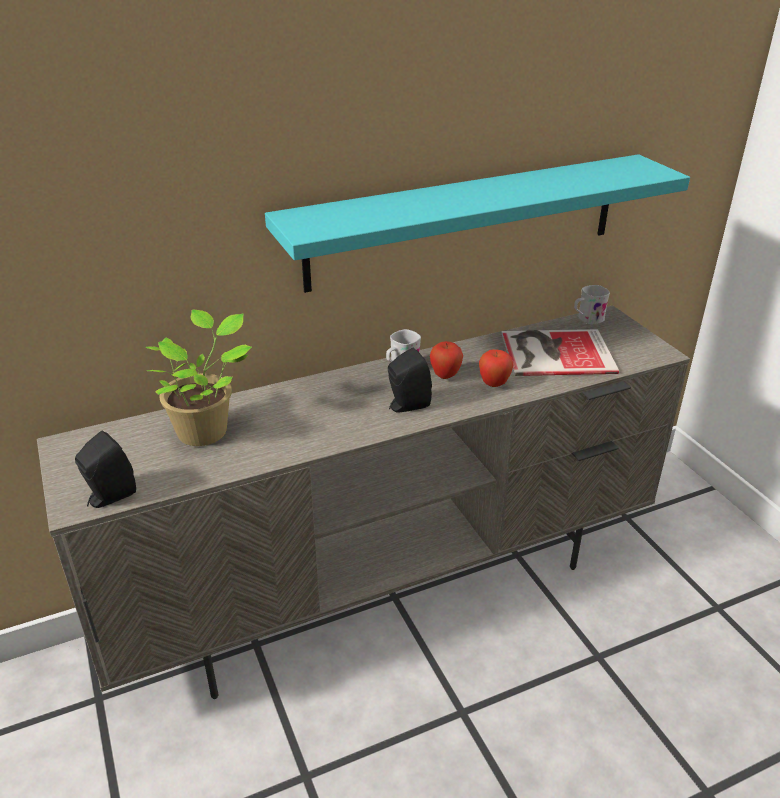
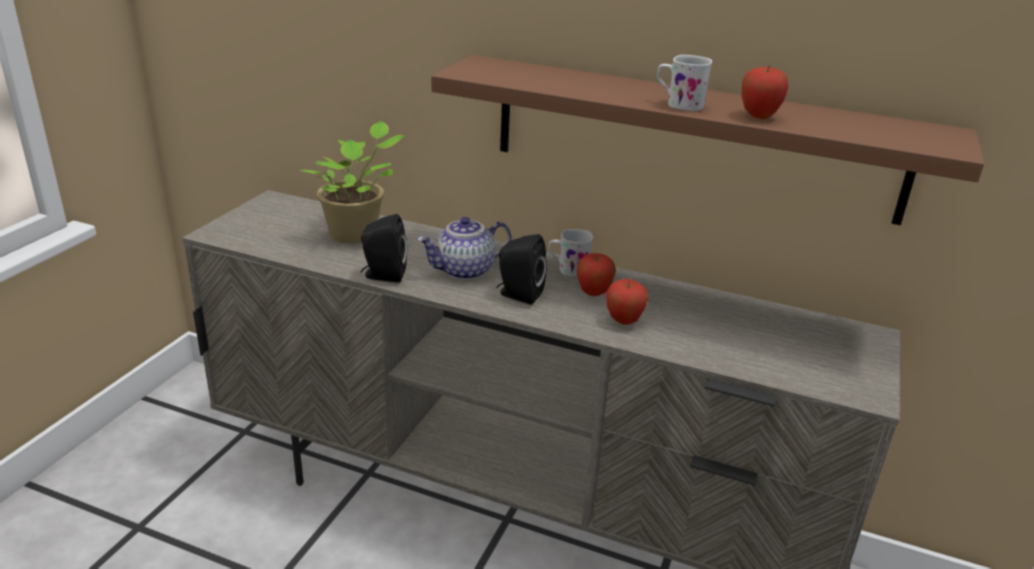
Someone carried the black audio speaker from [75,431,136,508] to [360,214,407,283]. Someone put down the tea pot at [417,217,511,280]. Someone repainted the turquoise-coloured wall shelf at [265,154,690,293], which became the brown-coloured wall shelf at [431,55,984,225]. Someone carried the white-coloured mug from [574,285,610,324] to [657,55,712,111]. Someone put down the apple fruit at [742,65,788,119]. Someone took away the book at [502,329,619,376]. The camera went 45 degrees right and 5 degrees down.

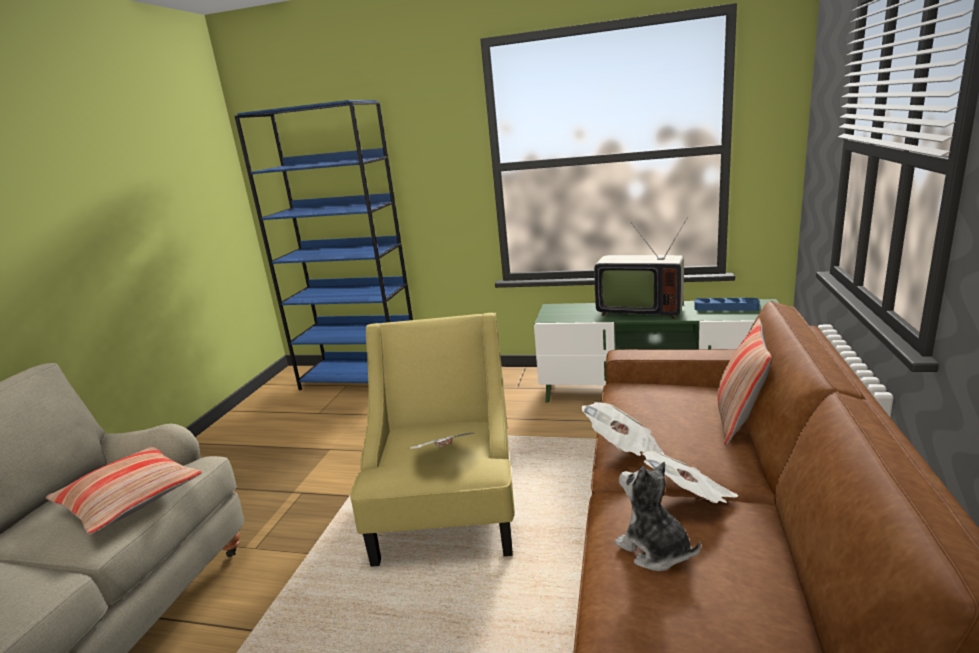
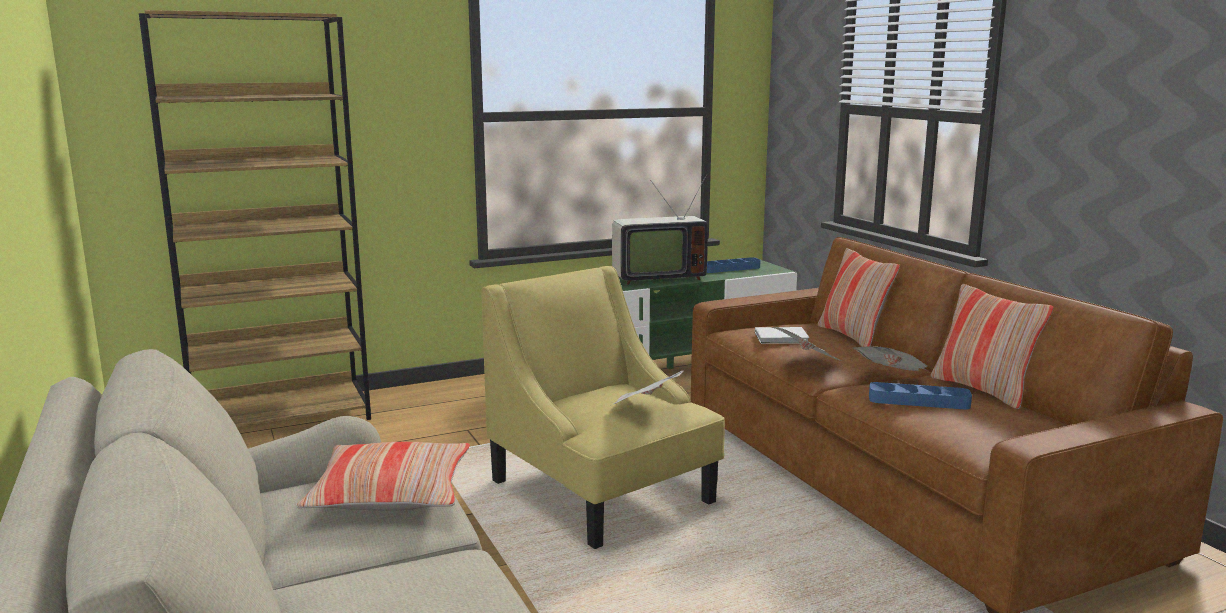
Someone repainted the blue-coloured bookcase at [235,100,413,390], which became the brown-coloured bookcase at [139,10,371,427]. Someone put down the white-coloured book at [755,327,810,344]. Someone swapped the plush toy at [614,462,701,571] for the blue-coloured carrying tray at [869,382,972,410]. Someone put down the cushion at [931,284,1053,409]. The camera went 40 degrees left and 5 degrees down.

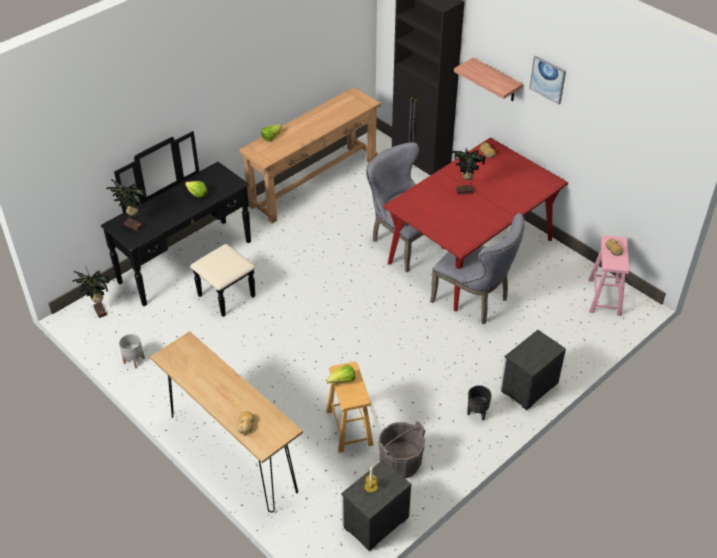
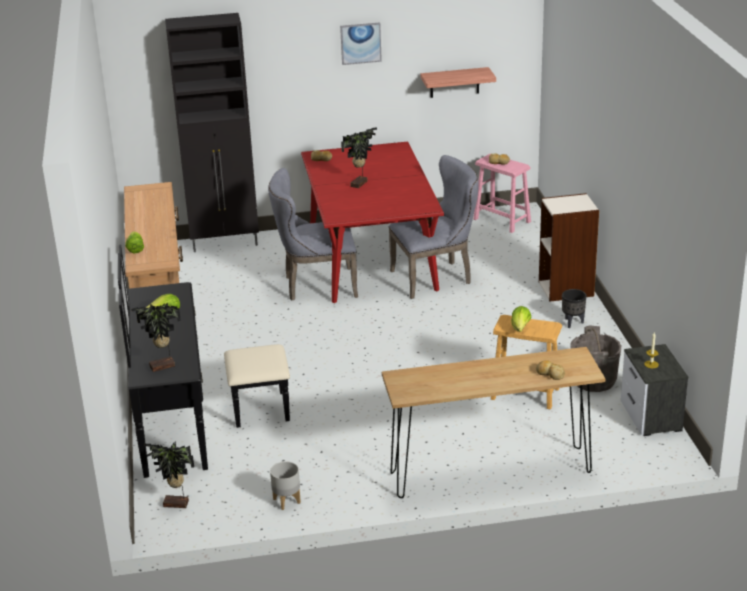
Someone carried the wall shelf from [454,58,523,101] to [421,67,496,98]. Someone swapped the bedside table at [500,330,566,410] for the bookcase at [539,193,599,302]. The camera went 55 degrees left and 15 degrees down.

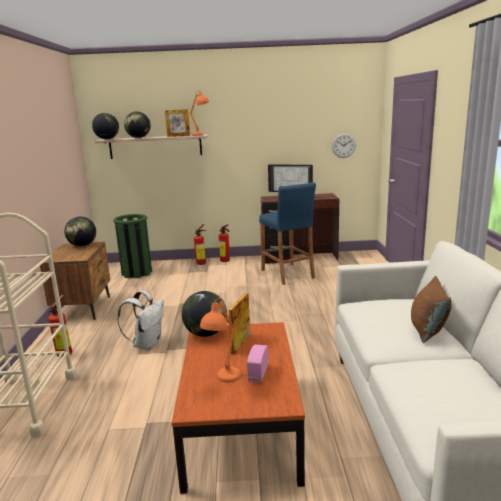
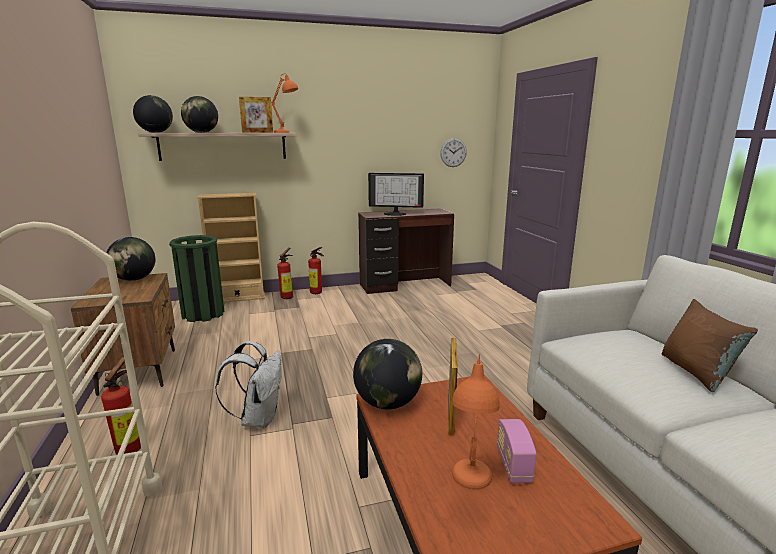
Someone put down the beige bookcase at [197,193,265,303]. Someone took away the blue-coloured stool seat at [259,182,316,285]. The camera went 15 degrees left and 0 degrees up.

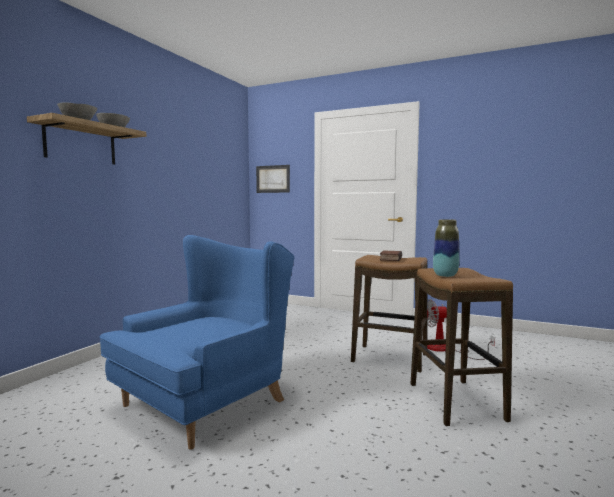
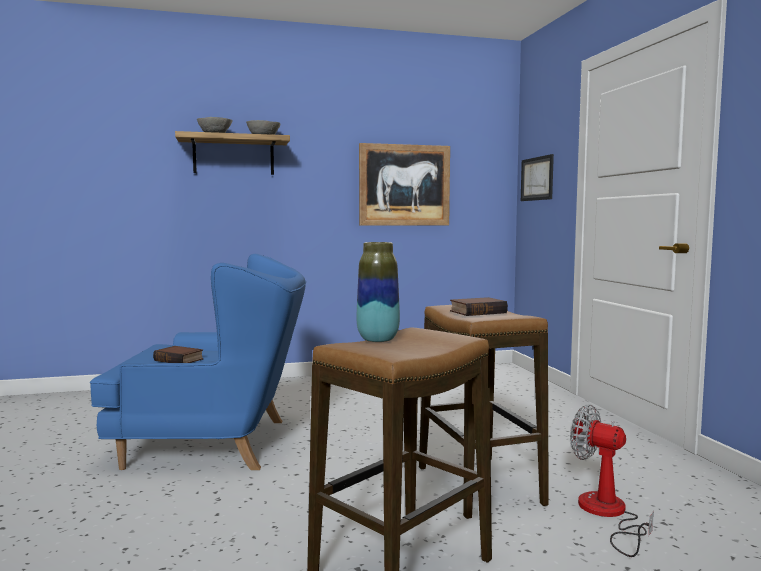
Someone put down the book at [153,346,203,363]. Someone put up the picture at [359,143,450,226]. The camera went 50 degrees right and 0 degrees up.

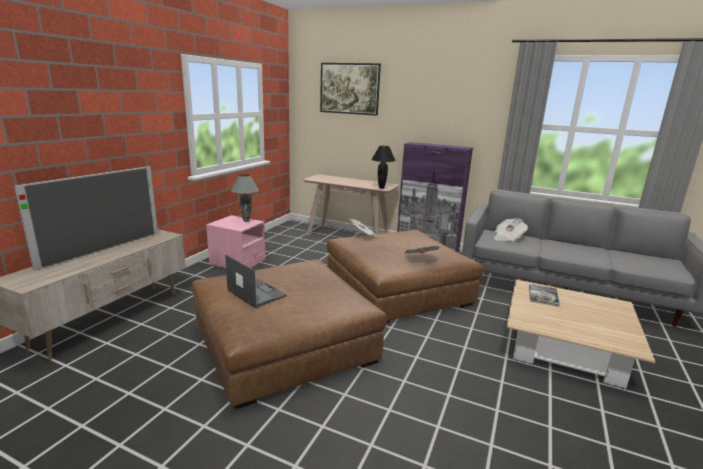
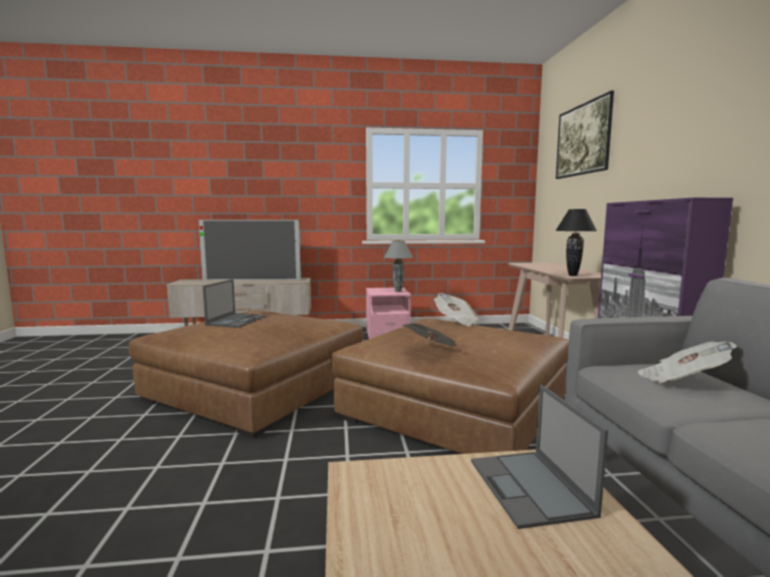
Someone swapped the book at [529,284,560,307] for the notebook computer at [471,385,608,529]. The camera went 60 degrees right and 10 degrees down.

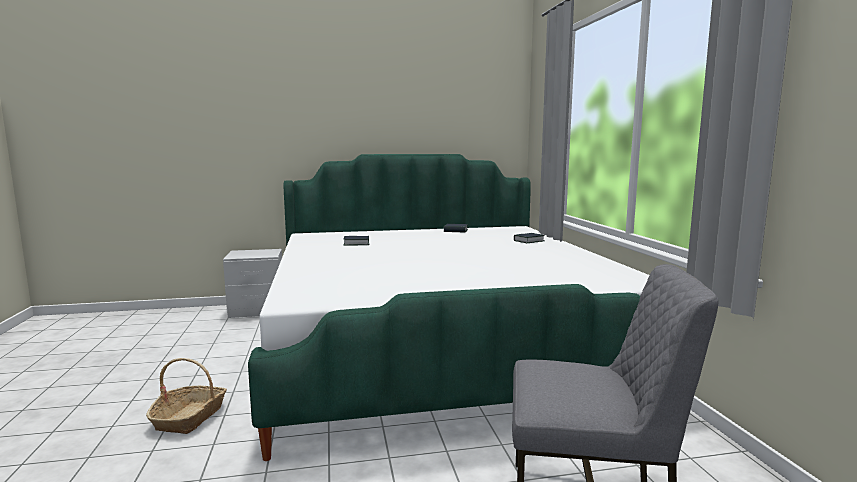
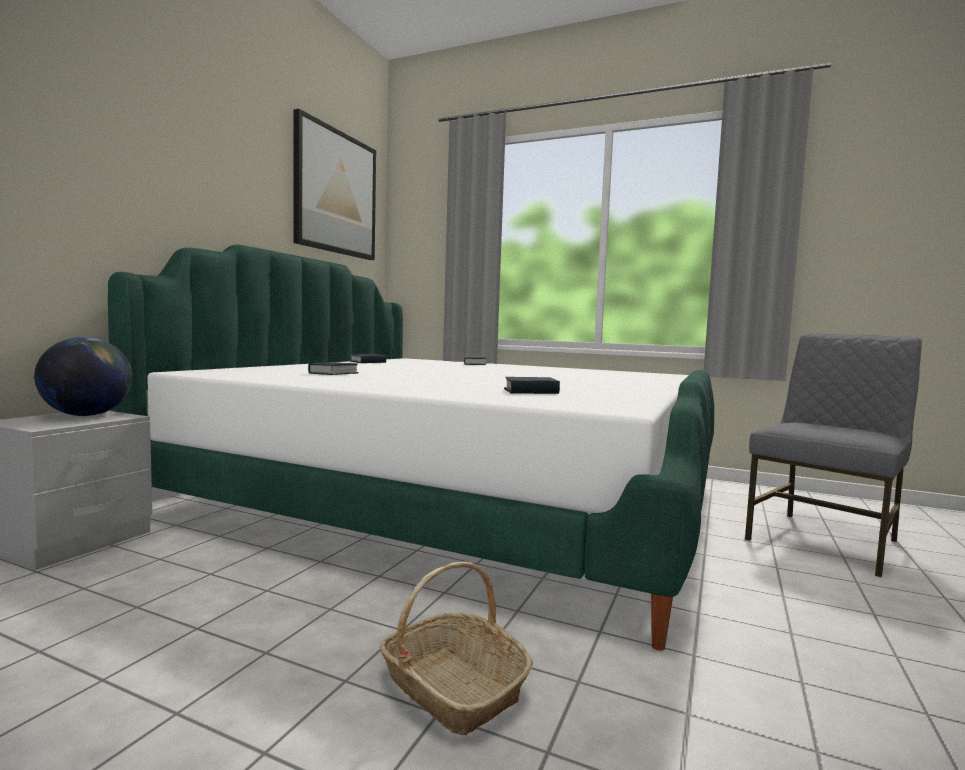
Someone put down the desk globe at [34,337,133,416]. Someone put up the picture at [294,109,376,260]. Someone put down the book at [504,377,560,394]. The camera went 55 degrees left and 5 degrees down.

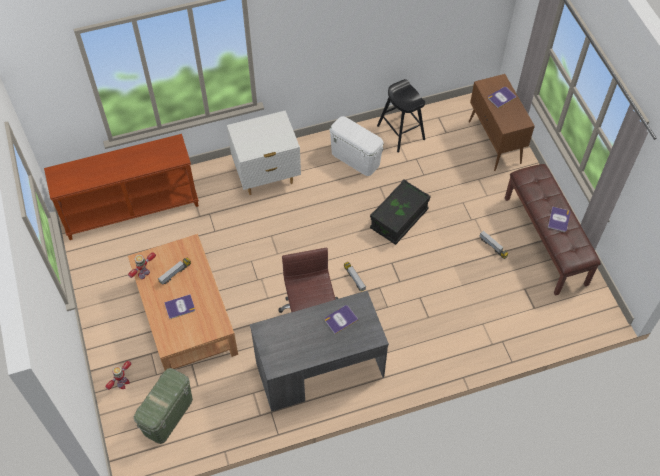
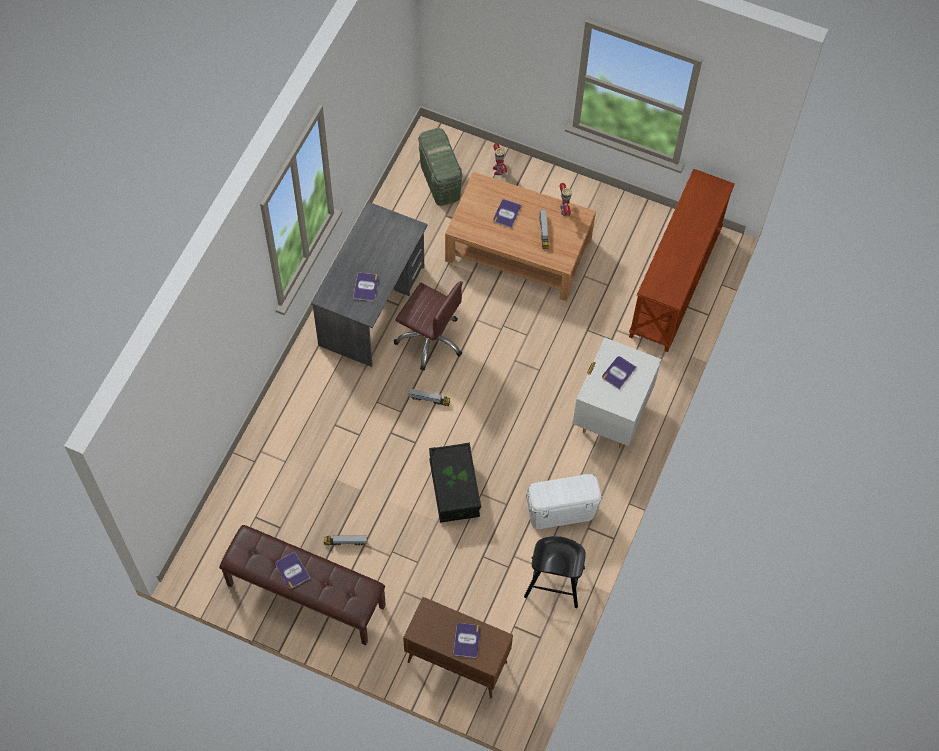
Someone put down the book at [602,356,637,389]. The camera went 130 degrees right and 5 degrees up.

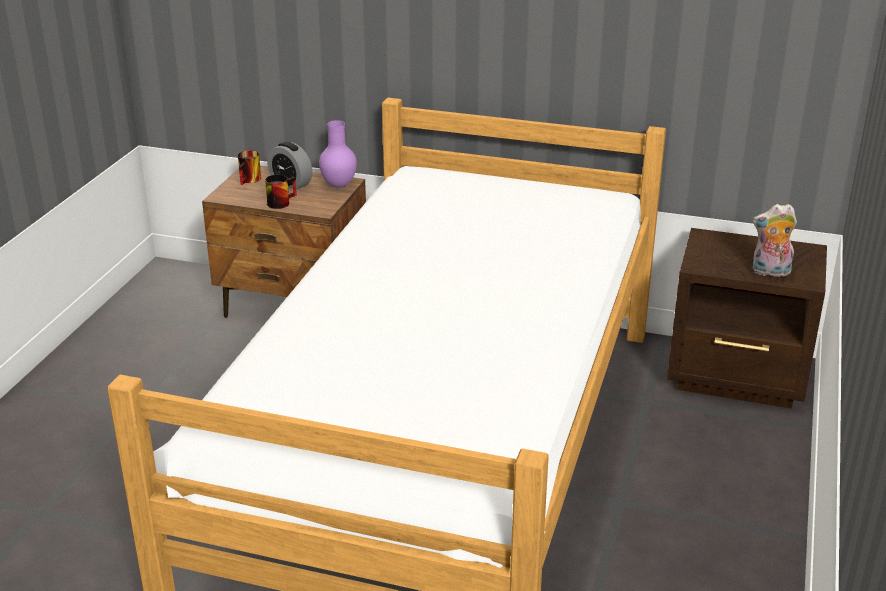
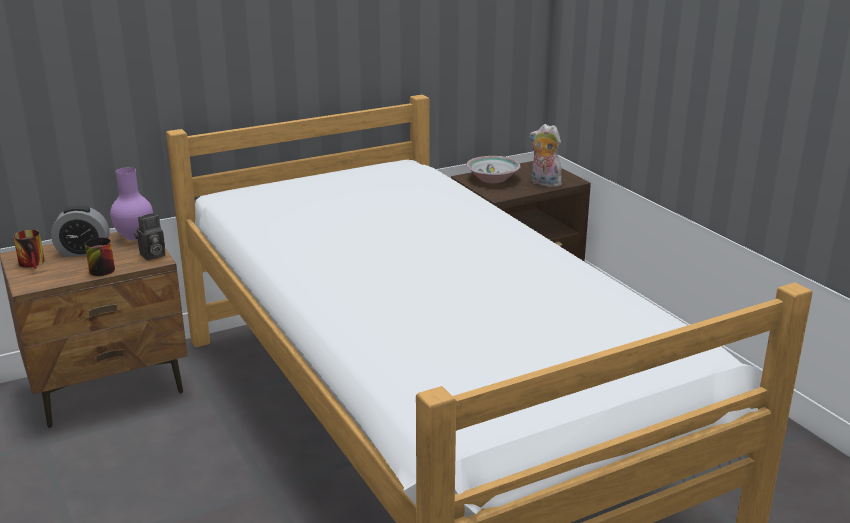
Someone put down the still camera at [134,213,165,260]. Someone put down the bowl at [466,156,521,183]. Someone rotated the plush toy at [753,204,797,277] by 75 degrees clockwise. The camera went 45 degrees left and 5 degrees down.

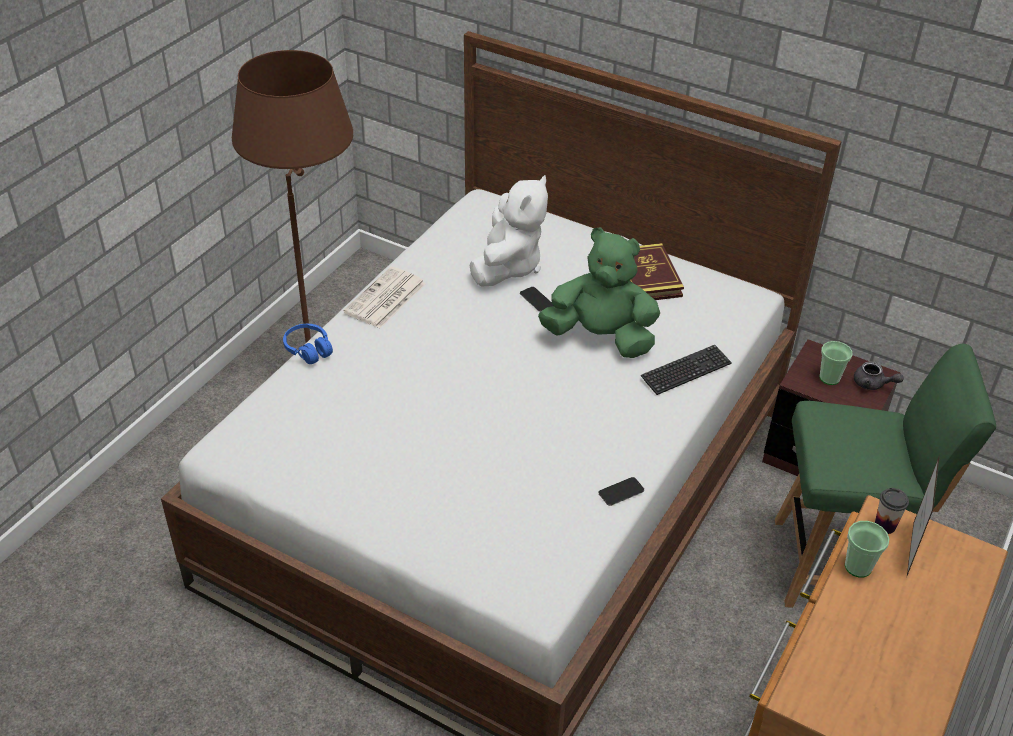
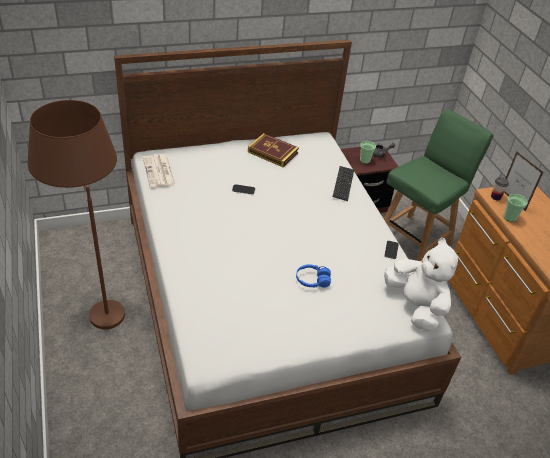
Someone carried the newspaper from [343,267,426,328] to [143,154,176,188]. Someone carried the blue-coloured headphones from [283,324,333,364] to [296,264,331,288]. Someone carried the white-coloured plush toy from [470,175,548,286] to [384,237,458,331]. Someone took away the green-coloured plush toy at [538,228,660,358]. The camera went 50 degrees left and 0 degrees up.

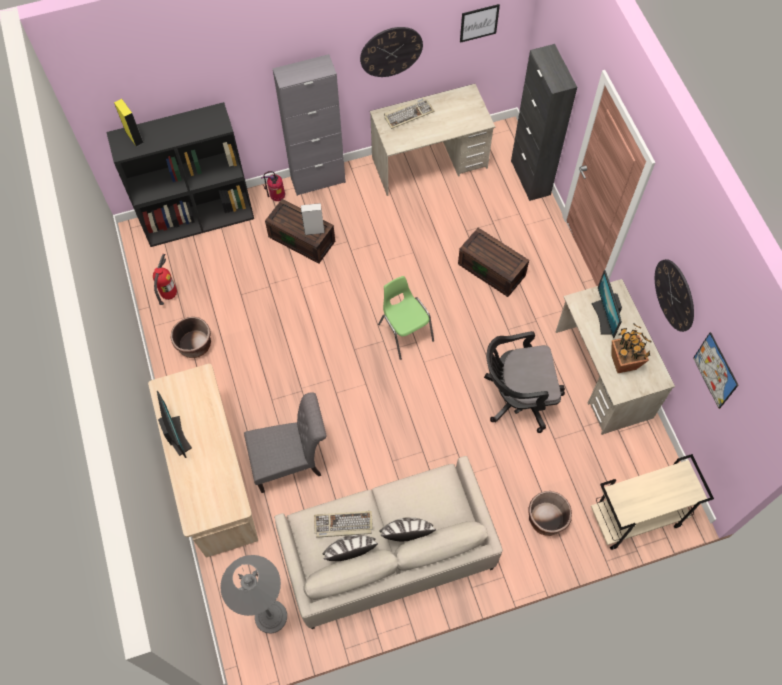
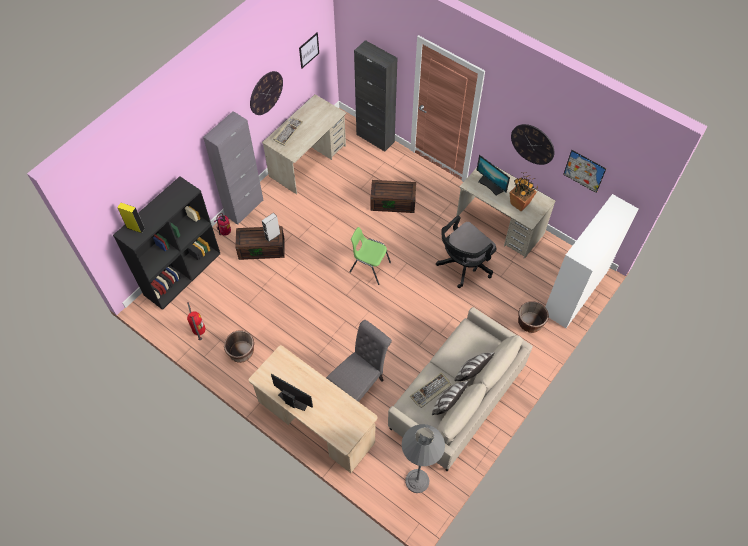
Someone swapped the beige trolley at [591,454,714,550] for the white-coloured bookcase at [545,194,638,328]. The camera went 35 degrees left and 5 degrees down.

